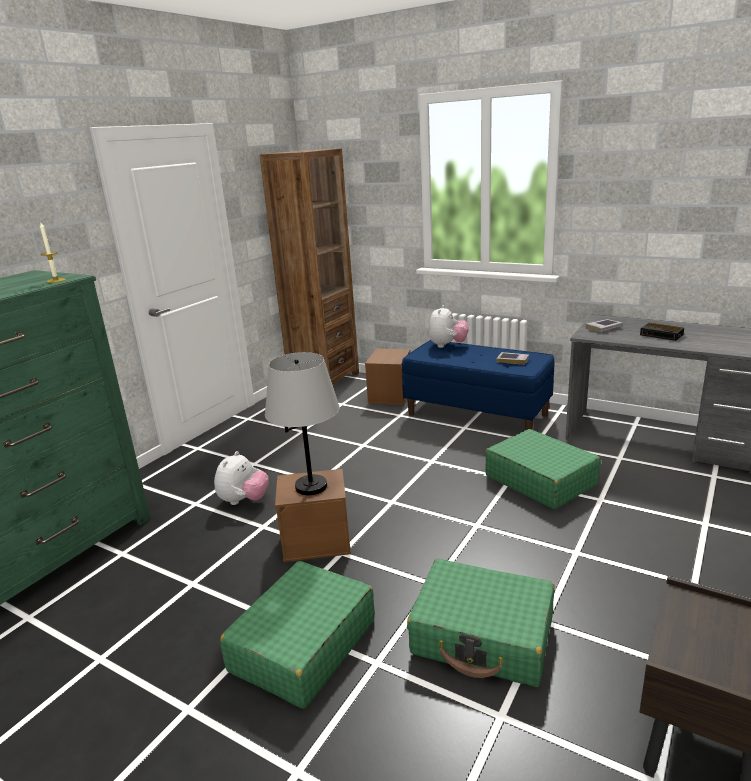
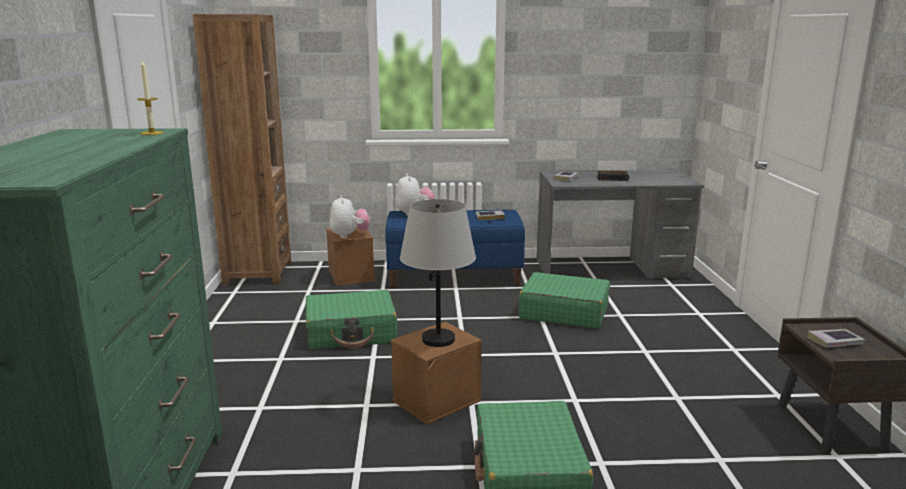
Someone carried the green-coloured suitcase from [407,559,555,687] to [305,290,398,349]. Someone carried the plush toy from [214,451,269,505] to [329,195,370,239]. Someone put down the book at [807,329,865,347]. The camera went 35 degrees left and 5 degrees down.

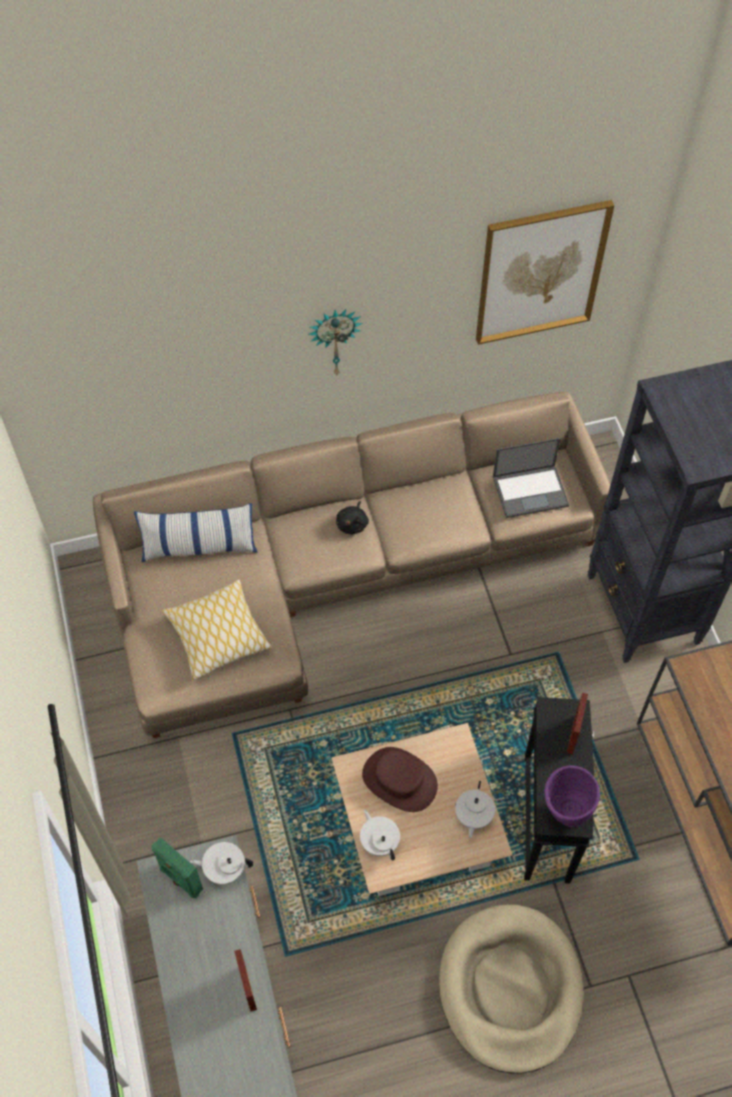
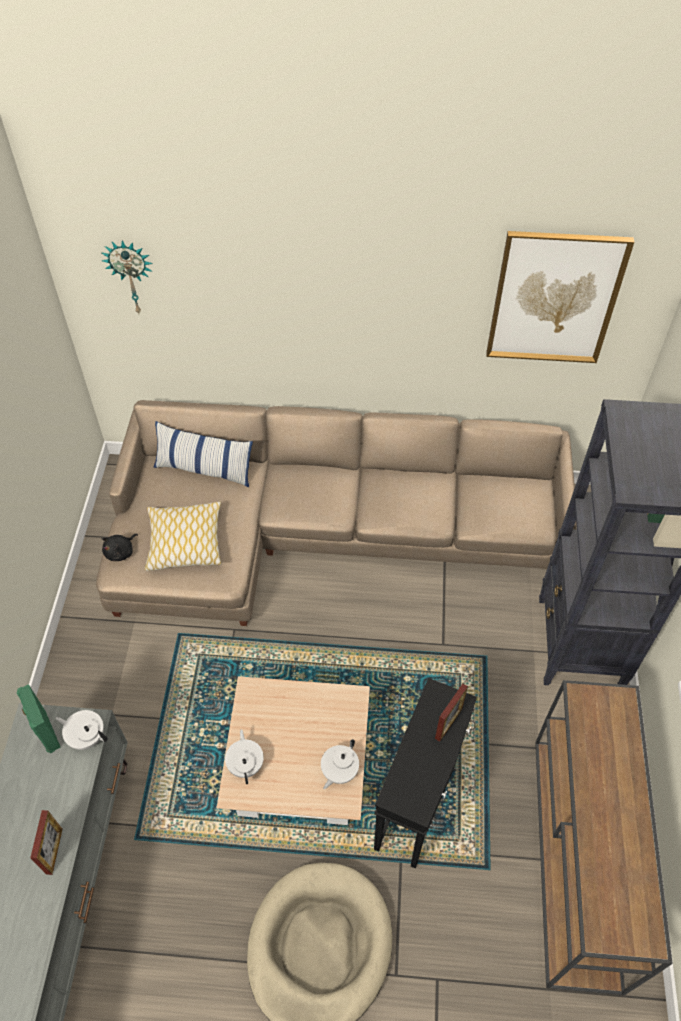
Someone carried the wall clock from [308,309,363,375] to [102,240,153,313]. Someone carried the black plush toy from [336,501,369,535] to [102,534,138,561]. Someone took away the brown-coloured hat at [362,747,438,812]. Someone took away the notebook computer at [493,438,569,518]. Someone took away the purple vase at [544,765,600,827]. The camera went 20 degrees right and 5 degrees down.

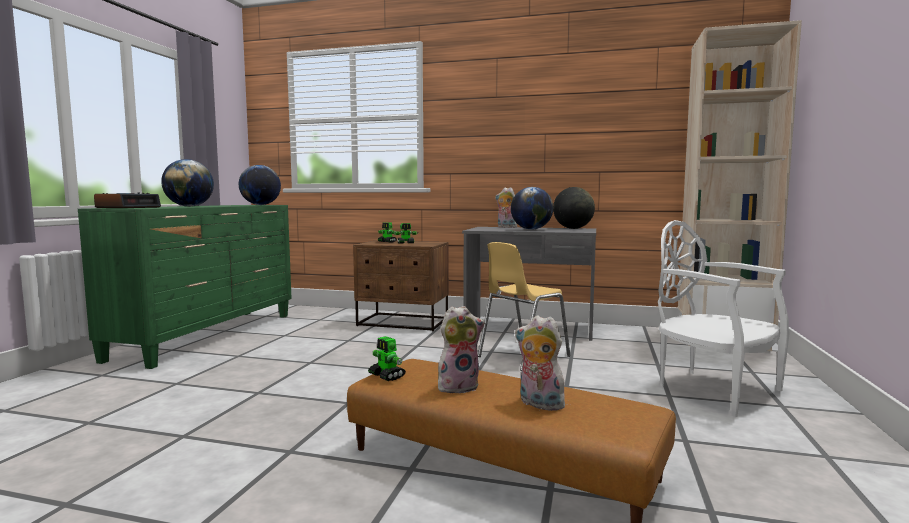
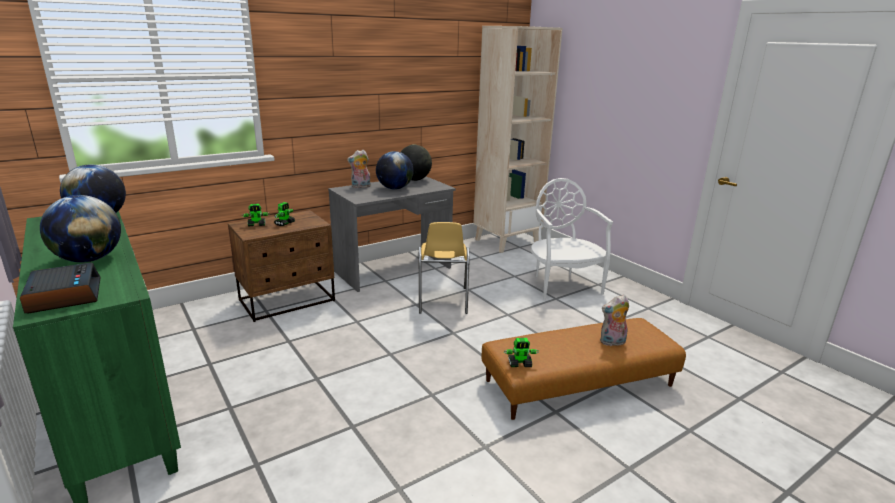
Someone rotated the white-coloured upright chair at [658,220,790,417] by 75 degrees clockwise. Someone took away the plush toy at [438,306,485,394]. The camera went 50 degrees left and 15 degrees up.

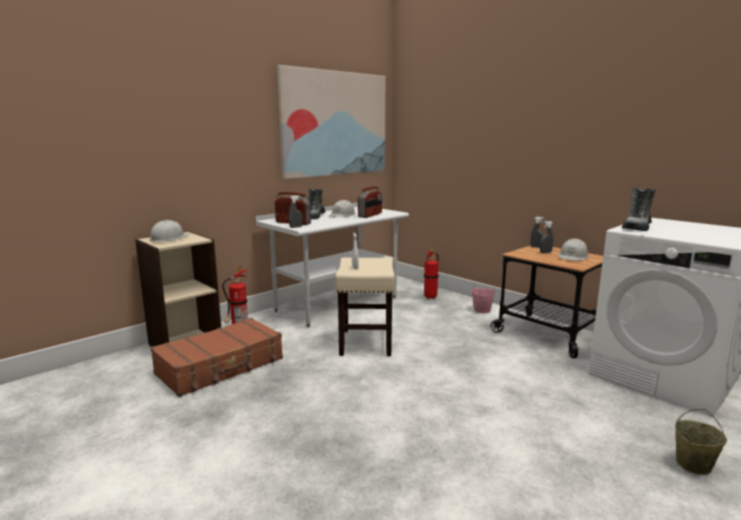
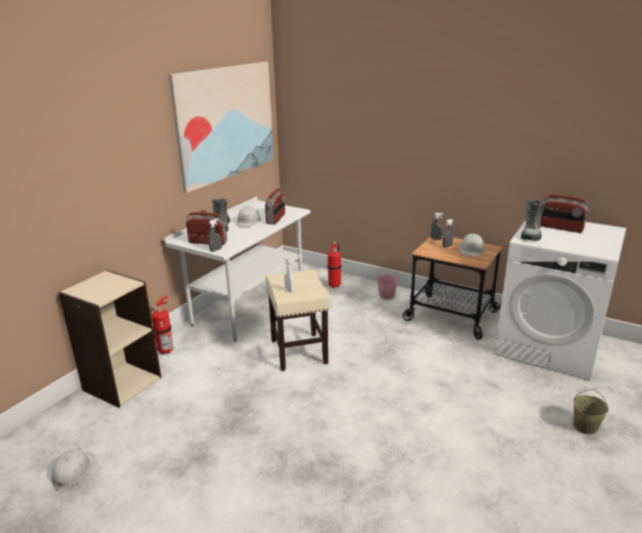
Someone carried the white-coloured work helmet from [150,220,189,242] to [51,448,94,490]. Someone put down the radio at [541,194,590,233]. Someone took away the brown-coloured suitcase at [150,318,283,397]. The camera went 15 degrees left and 10 degrees up.

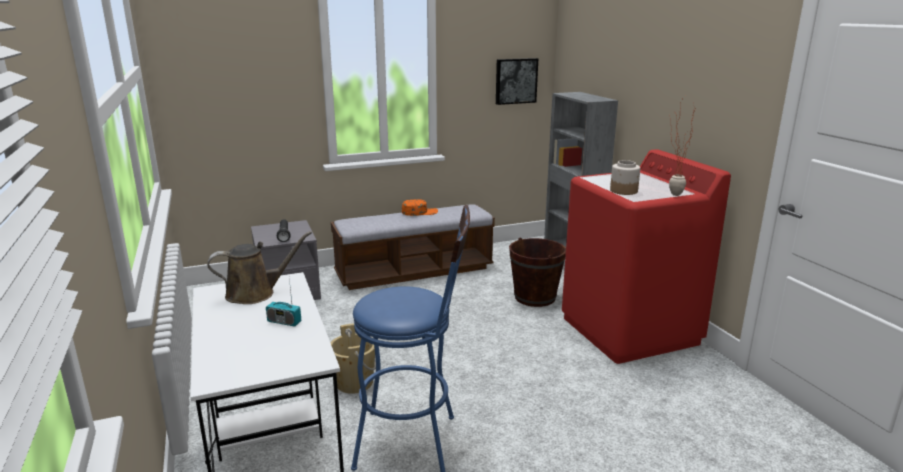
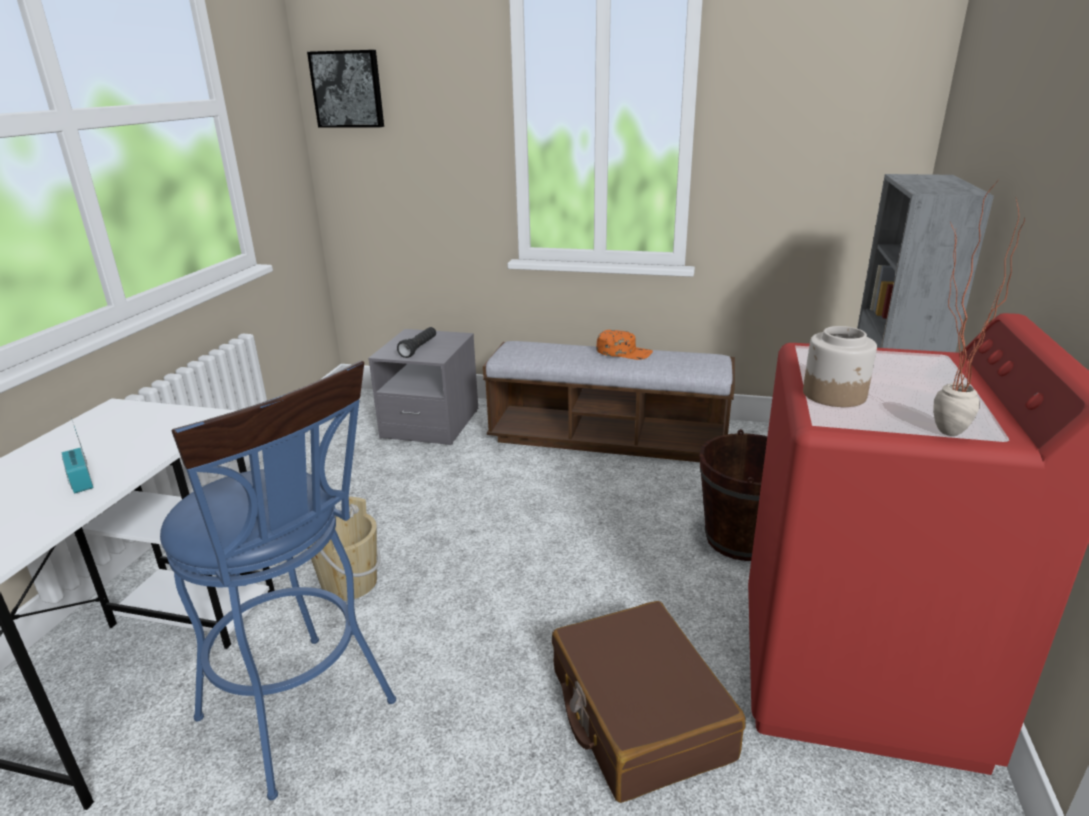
Someone carried the picture from [496,58,538,105] to [307,50,384,128]. Someone put down the brown-coloured suitcase at [552,601,746,803]. Someone took away the brown-coloured watering pot at [208,231,312,304]. The camera went 35 degrees right and 5 degrees up.

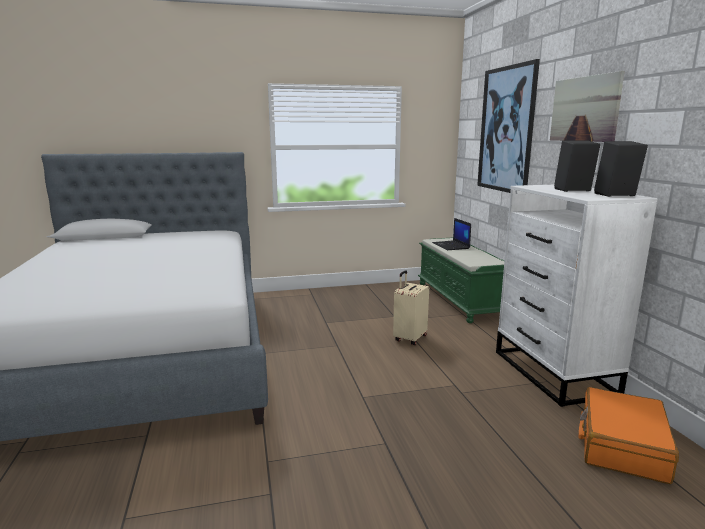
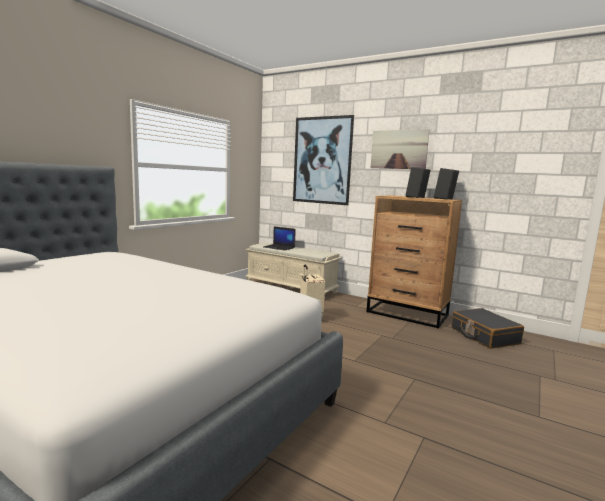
Someone repainted the green-coloured indoor bench at [418,238,504,323], which became the beige indoor bench at [245,242,341,299]. Someone repainted the white-coloured dresser at [496,185,658,407], which became the brown-coloured dresser at [366,195,462,329]. Someone repainted the orange-coloured suitcase at [578,387,679,484], which became the black suitcase at [452,308,524,349]. The camera went 45 degrees left and 5 degrees down.

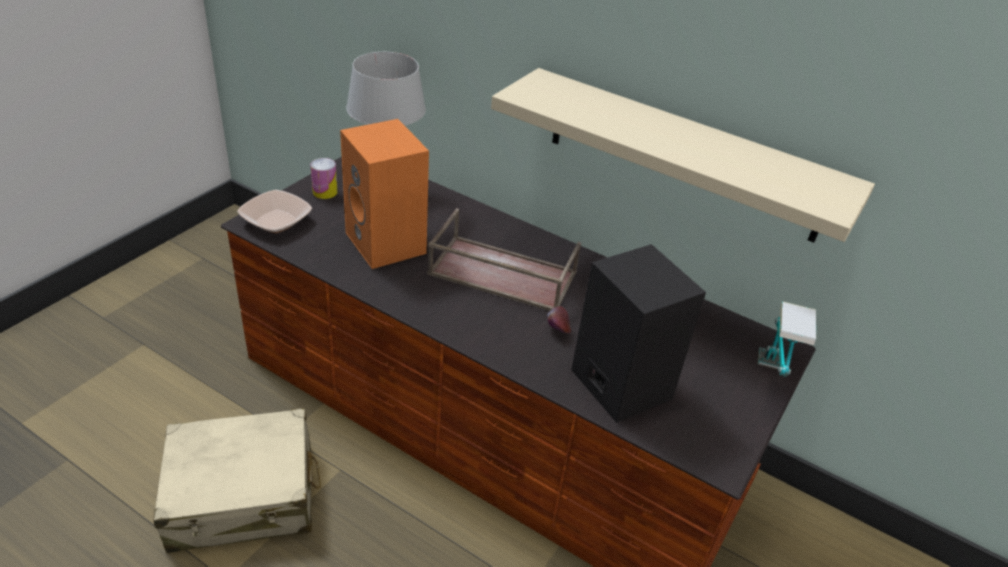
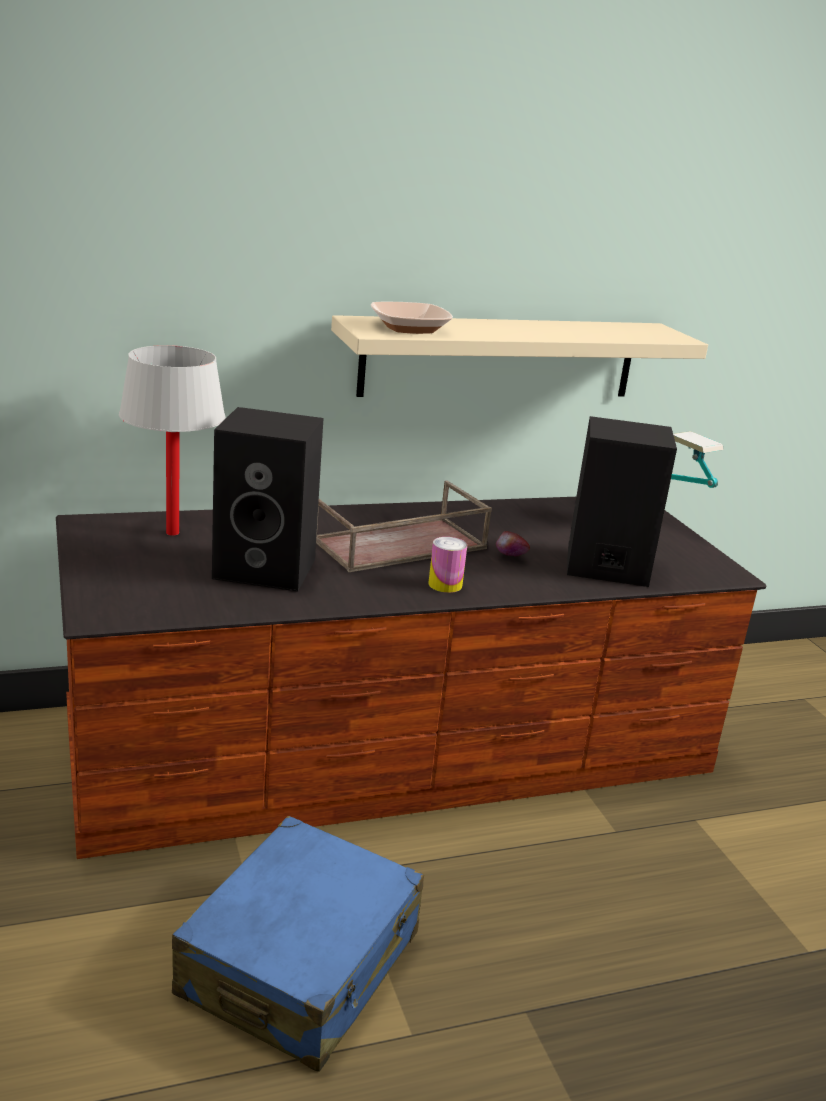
Someone repainted the beige suitcase at [153,408,321,553], which became the blue-coloured suitcase at [172,816,424,1072]. Someone repainted the orange-coloured audio speaker at [340,119,429,269], which became the black audio speaker at [212,407,324,592]. Someone carried the bowl from [237,190,312,233] to [371,302,453,334]. Someone carried the metal can from [311,158,337,199] to [428,537,467,593]. The camera went 50 degrees left and 15 degrees down.

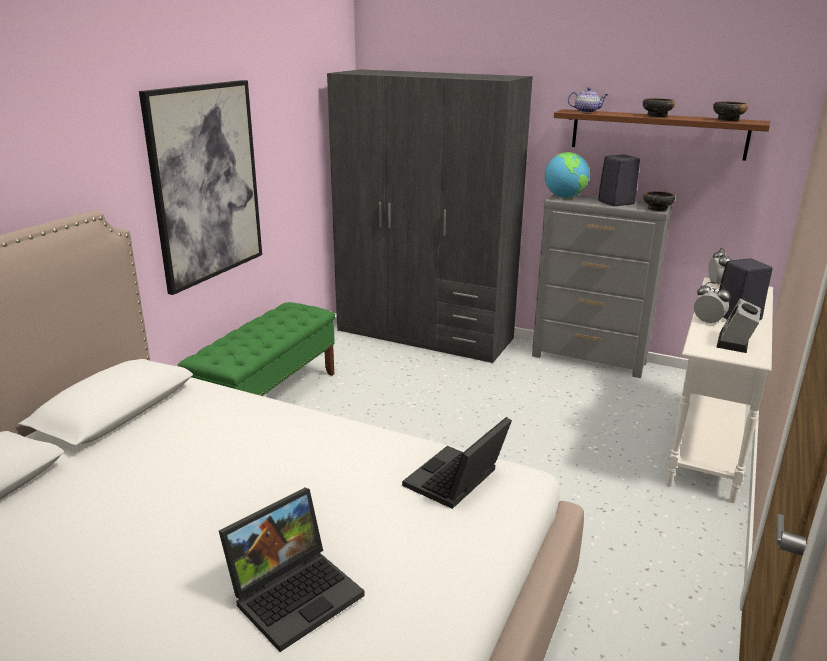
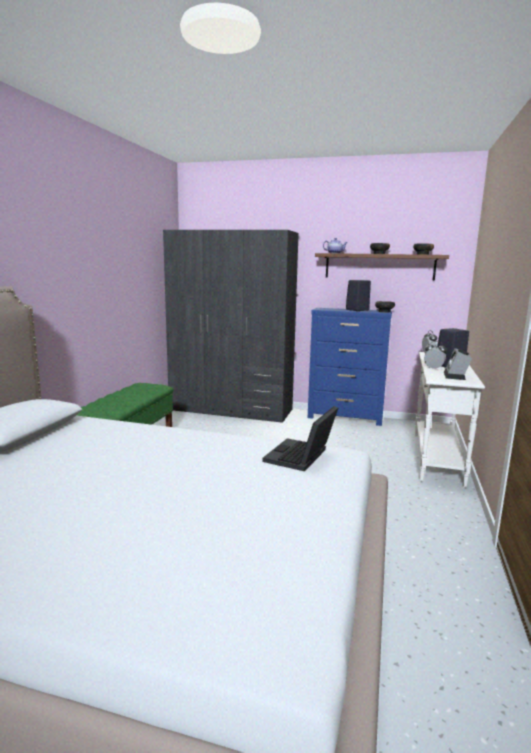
Someone repainted the gray dresser at [532,194,672,378], which became the blue-coloured dresser at [308,308,392,426]. Someone took away the picture at [139,80,262,295]. Someone took away the notebook computer at [219,487,365,652]. Someone took away the desk globe at [545,152,590,198]. The camera went 10 degrees left and 10 degrees down.

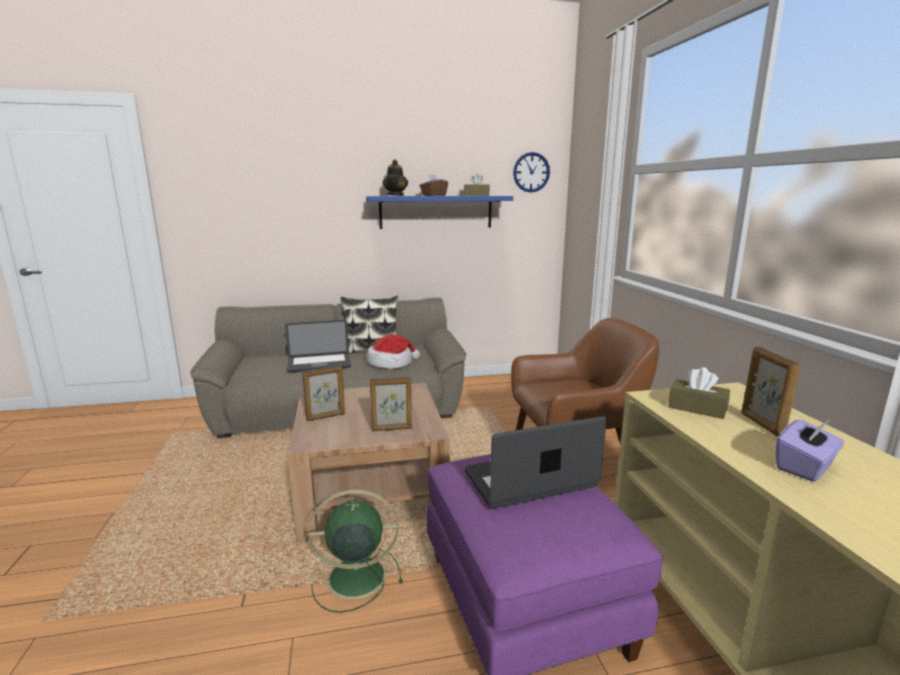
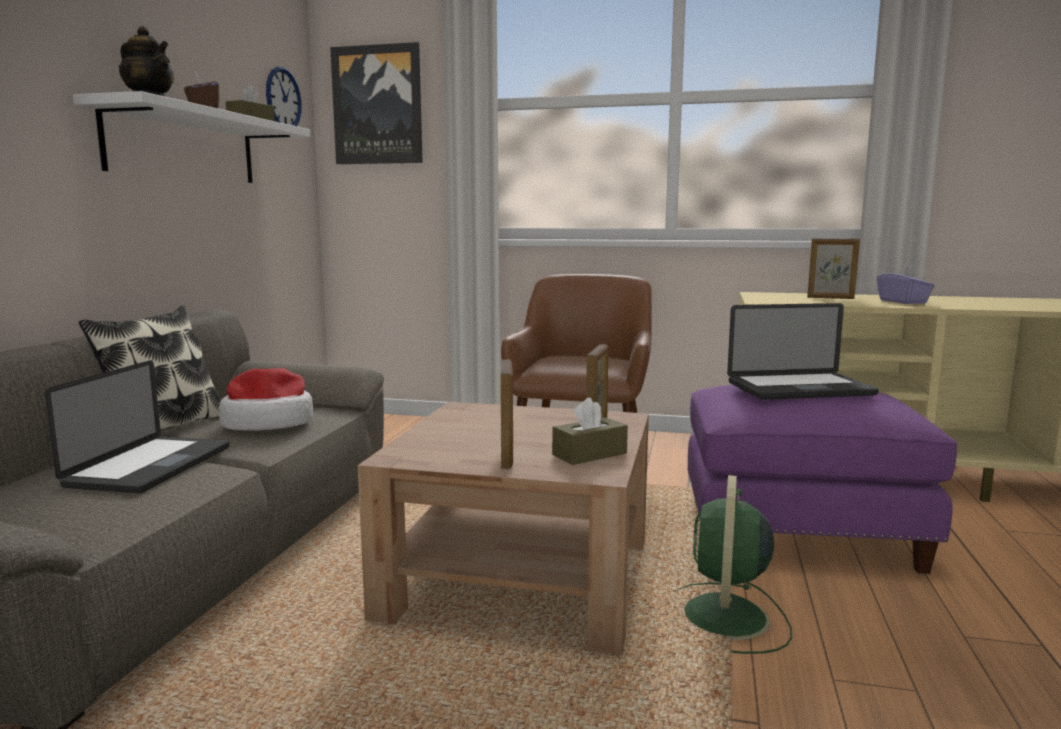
Someone repainted the blue-coloured wall shelf at [366,196,513,229], which became the white-coloured wall shelf at [73,91,311,183]. Someone put up the picture at [330,42,423,164]. Someone carried the brown-coloured box of tissues from [668,367,730,419] to [552,397,628,465]. Someone rotated the notebook computer at [465,416,607,508] by 105 degrees counterclockwise. The camera went 65 degrees left and 5 degrees down.

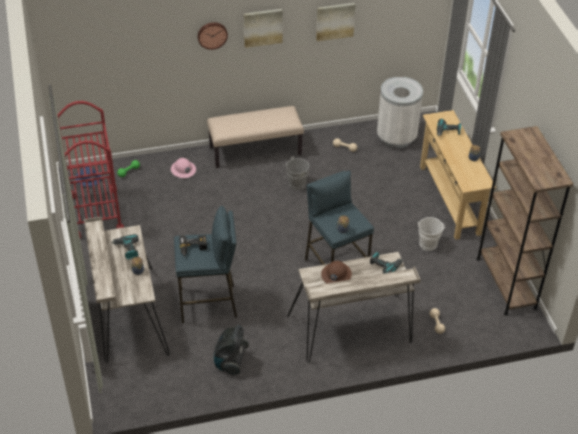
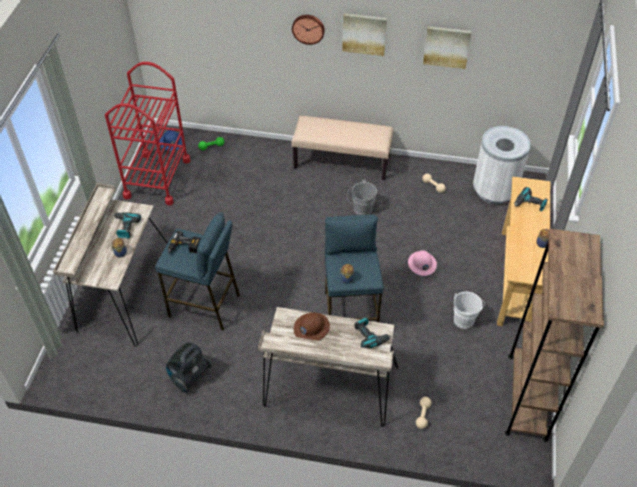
Someone carried the pink work helmet from [171,158,196,178] to [408,251,437,276]. The camera went 25 degrees right and 5 degrees up.

